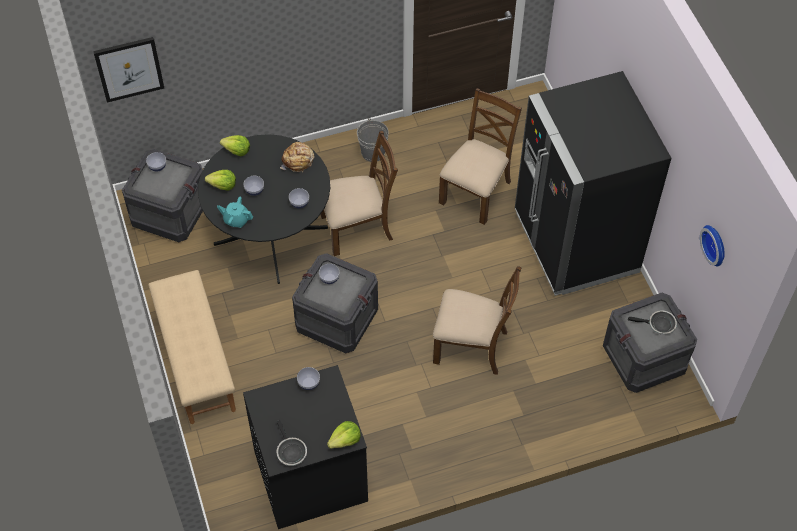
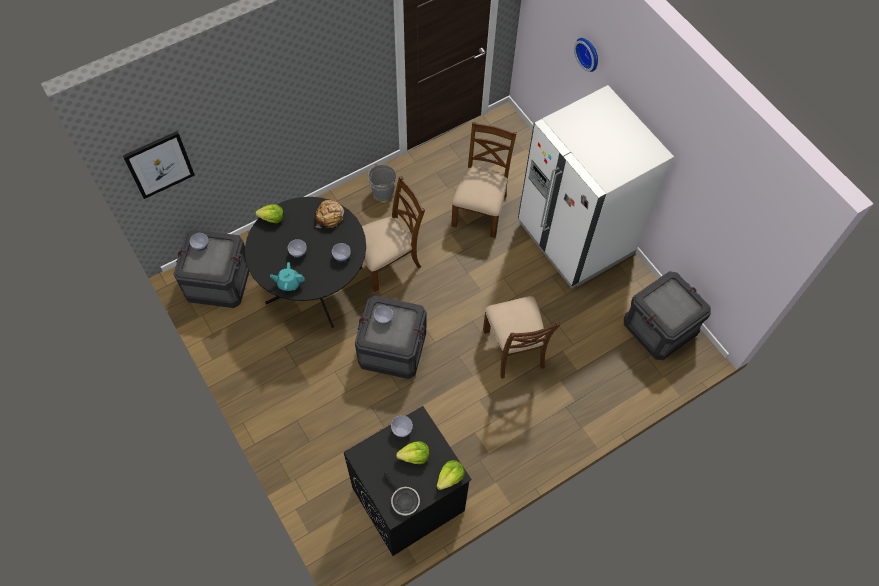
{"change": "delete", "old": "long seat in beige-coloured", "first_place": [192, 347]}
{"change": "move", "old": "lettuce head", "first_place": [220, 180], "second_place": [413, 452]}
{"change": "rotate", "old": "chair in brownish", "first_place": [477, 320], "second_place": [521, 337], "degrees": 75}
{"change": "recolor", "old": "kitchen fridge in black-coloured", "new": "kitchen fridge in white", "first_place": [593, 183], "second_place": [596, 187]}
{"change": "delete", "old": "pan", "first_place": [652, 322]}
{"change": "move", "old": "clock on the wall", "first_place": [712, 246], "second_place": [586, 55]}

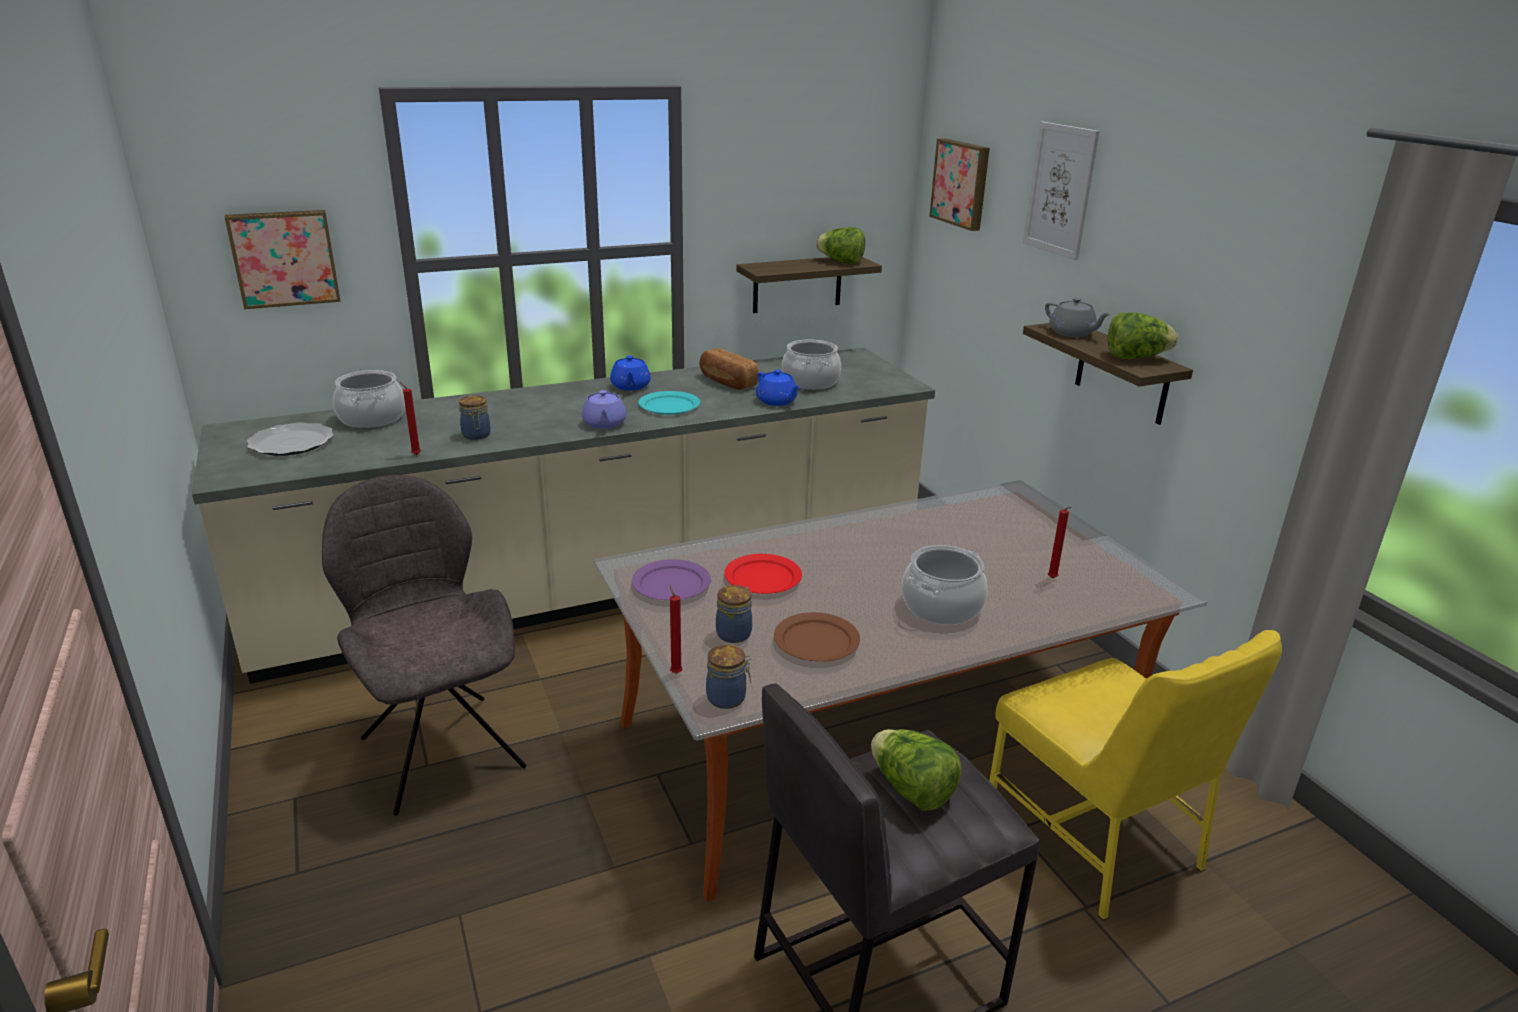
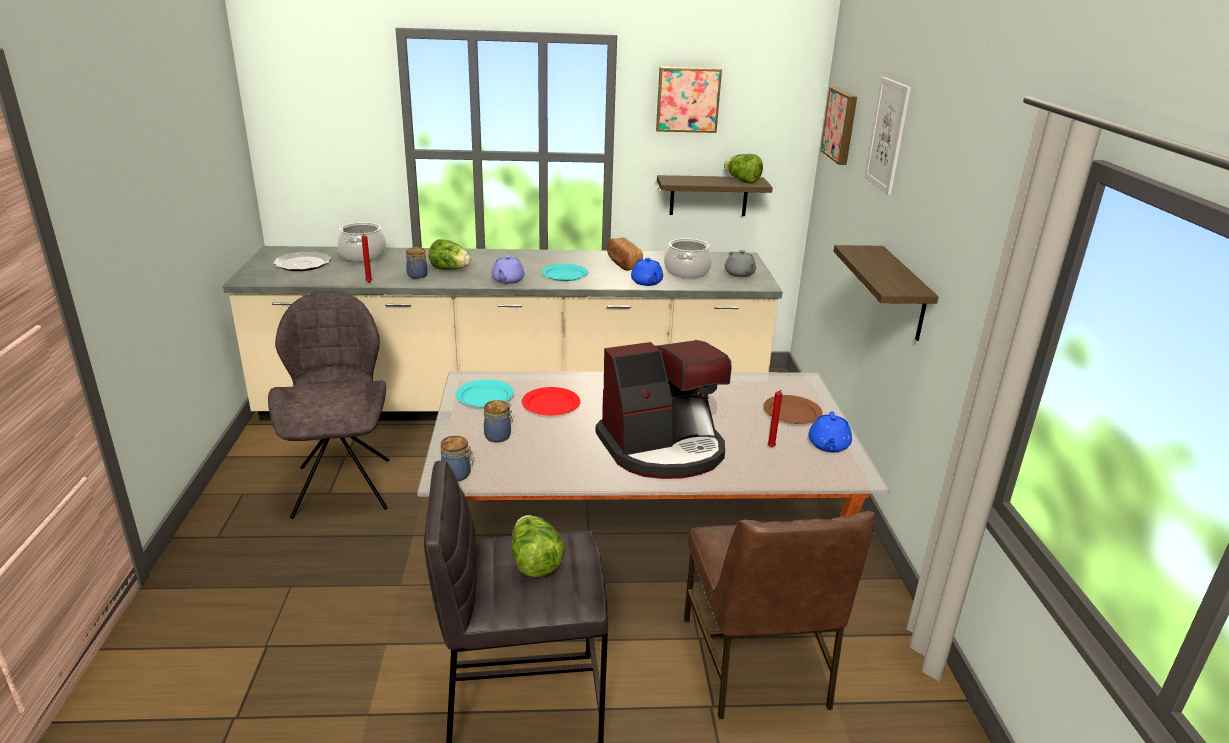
{"change": "move", "old": "wall art", "first_place": [283, 259], "second_place": [689, 100]}
{"change": "move", "old": "pot for tea in blue-coloured", "first_place": [630, 373], "second_place": [830, 431]}
{"change": "recolor", "old": "plate in purplish", "new": "plate in turquoise-coloured", "first_place": [671, 580], "second_place": [485, 393]}
{"change": "delete", "old": "candle in red-coloured", "first_place": [676, 629]}
{"change": "move", "old": "plate in brownish", "first_place": [817, 637], "second_place": [792, 409]}
{"change": "replace", "old": "saucepot", "new": "coffee maker", "first_place": [945, 585], "second_place": [663, 409]}
{"change": "recolor", "old": "chair in yellow-coloured", "new": "chair in brownish", "first_place": [1135, 775], "second_place": [779, 615]}
{"change": "move", "old": "pot for tea in greyish", "first_place": [1078, 317], "second_place": [740, 263]}
{"change": "move", "old": "lettuce head", "first_place": [1143, 336], "second_place": [450, 254]}

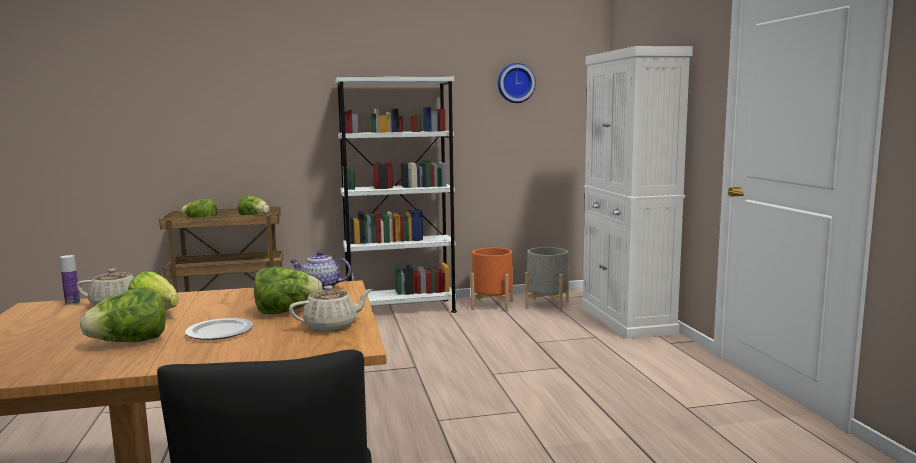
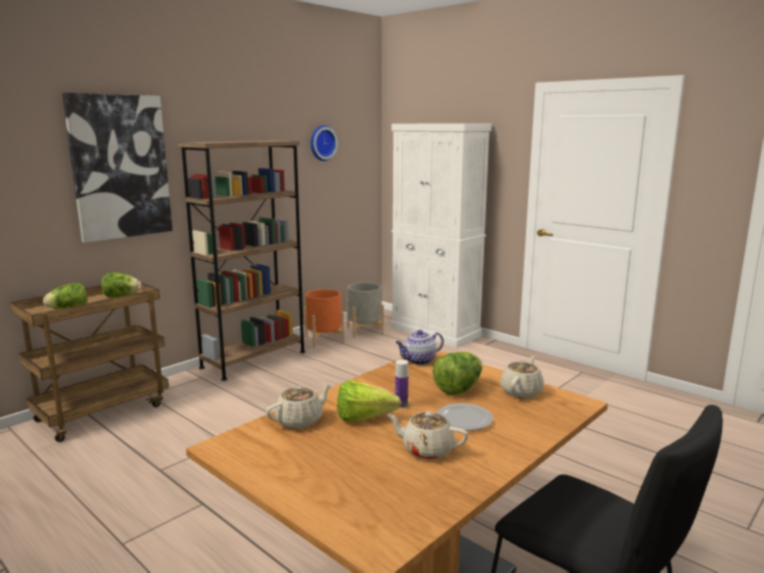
{"change": "move", "old": "beverage bottle", "first_place": [70, 280], "second_place": [401, 384]}
{"change": "replace", "old": "lettuce head", "new": "pot for tea in beige-coloured", "first_place": [123, 314], "second_place": [427, 435]}
{"change": "recolor", "old": "bookshelf in white", "new": "bookshelf in brownish", "first_place": [396, 194], "second_place": [241, 260]}
{"change": "insert", "new": "wall art", "second_place": [117, 168]}

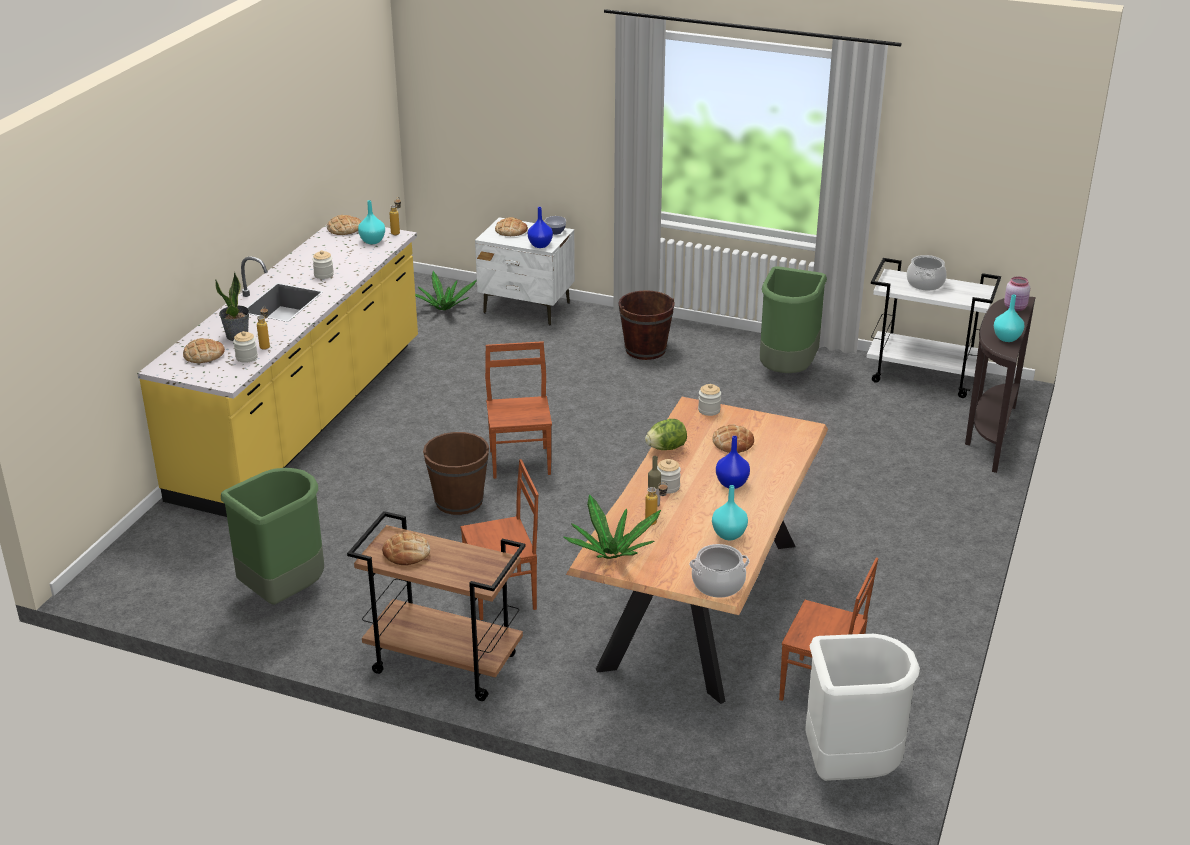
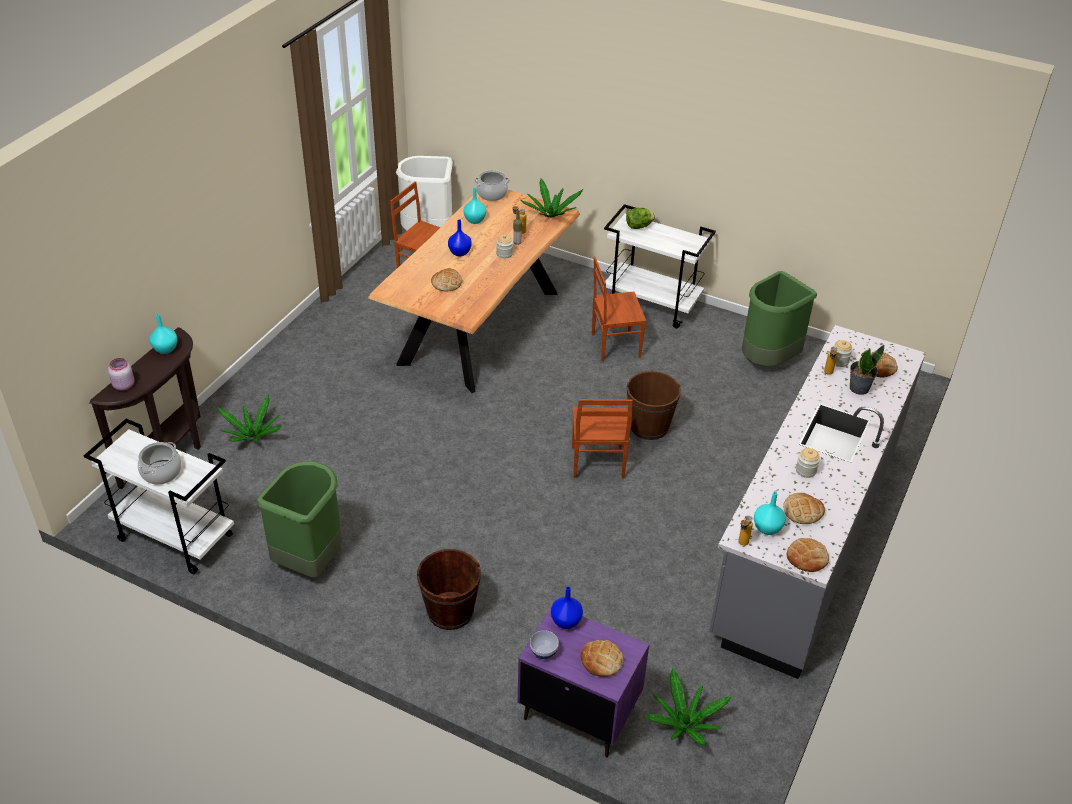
{"change": "recolor", "old": "kitchen base unit in yellow-coloured", "new": "kitchen base unit in greyish", "first_place": [277, 371], "second_place": [817, 502]}
{"change": "recolor", "old": "wheeled cart in brownish", "new": "wheeled cart in white", "first_place": [436, 606], "second_place": [659, 266]}
{"change": "move", "old": "baked bread", "first_place": [406, 548], "second_place": [804, 508]}
{"change": "recolor", "old": "night table in white", "new": "night table in purplish", "first_place": [525, 271], "second_place": [583, 681]}
{"change": "move", "old": "lettuce head", "first_place": [666, 434], "second_place": [640, 218]}
{"change": "delete", "old": "preserve jar", "first_place": [709, 400]}
{"change": "insert", "new": "potted plant", "second_place": [249, 418]}

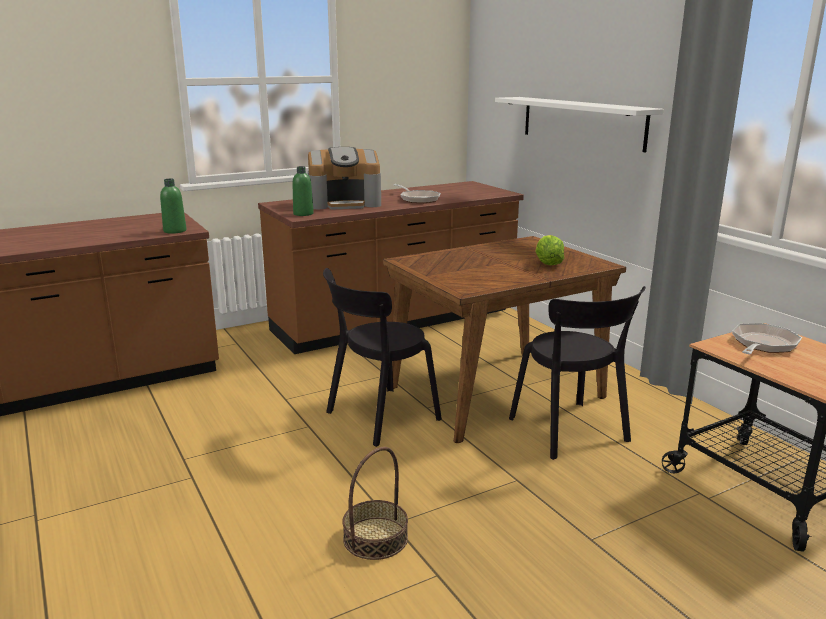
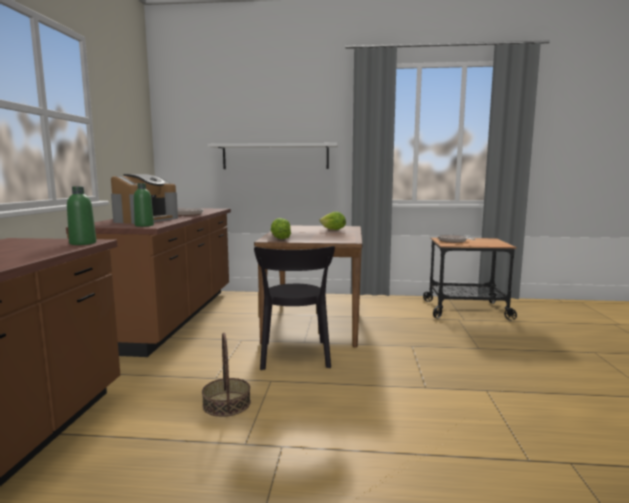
{"change": "move", "old": "household basket", "first_place": [375, 503], "second_place": [226, 374]}
{"change": "delete", "old": "chair in black-coloured", "first_place": [577, 373]}
{"change": "insert", "new": "lettuce head", "second_place": [281, 228]}

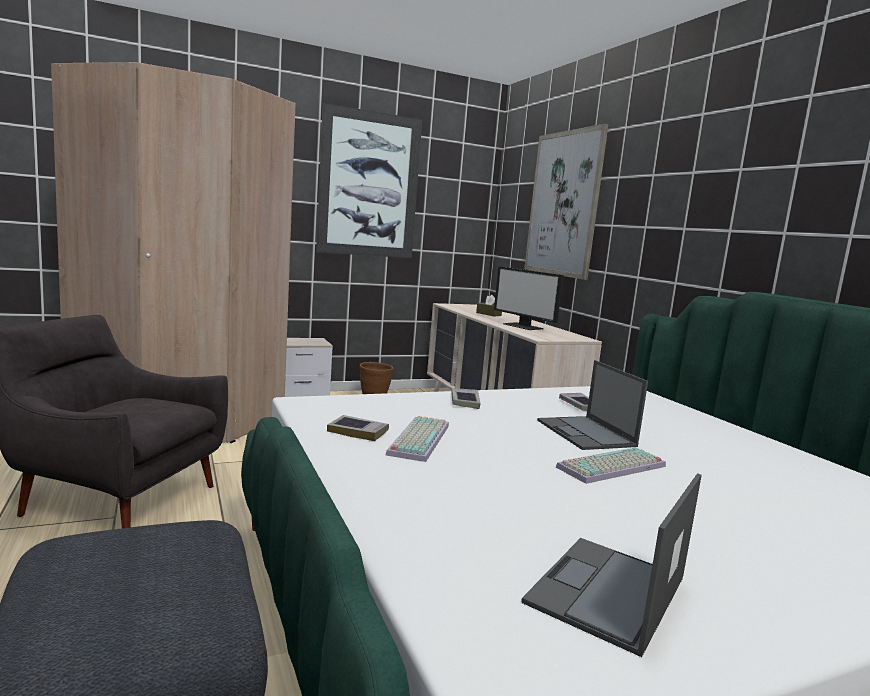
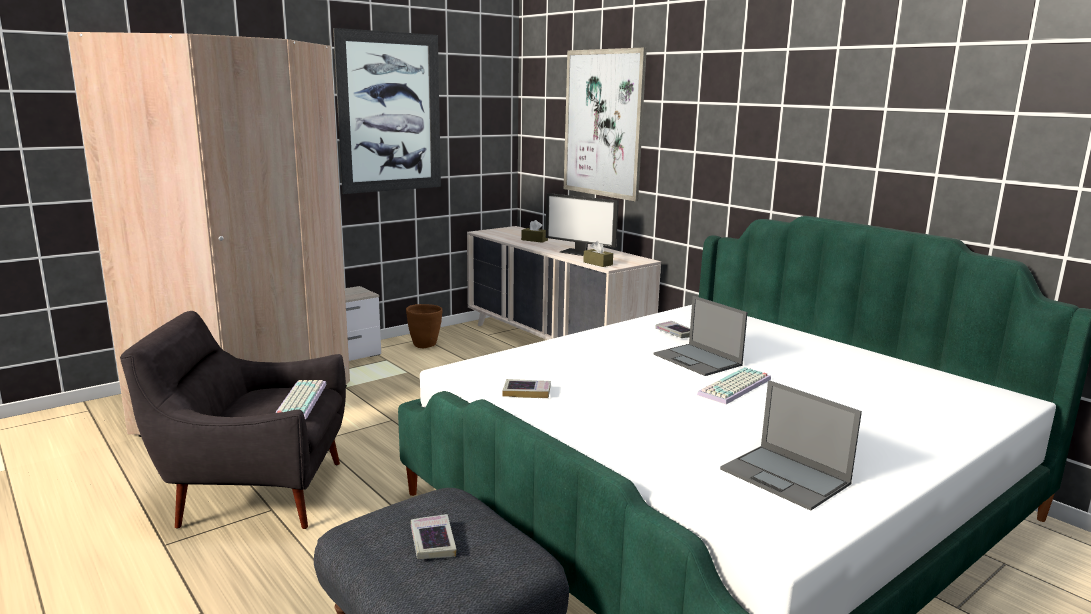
{"change": "move", "old": "PC keyboard", "first_place": [417, 439], "second_place": [301, 399]}
{"change": "move", "old": "book", "first_place": [466, 398], "second_place": [434, 536]}
{"change": "rotate", "old": "laptop", "first_place": [611, 565], "second_place": [791, 445], "degrees": -60}
{"change": "insert", "new": "tissue box in brownish", "second_place": [598, 254]}

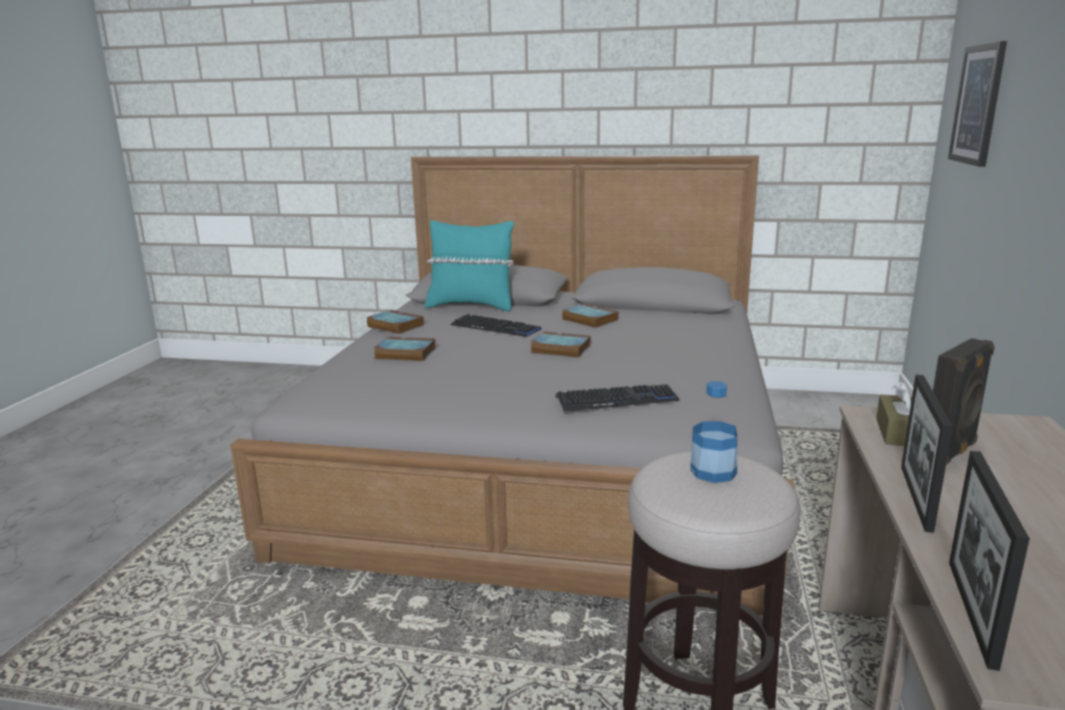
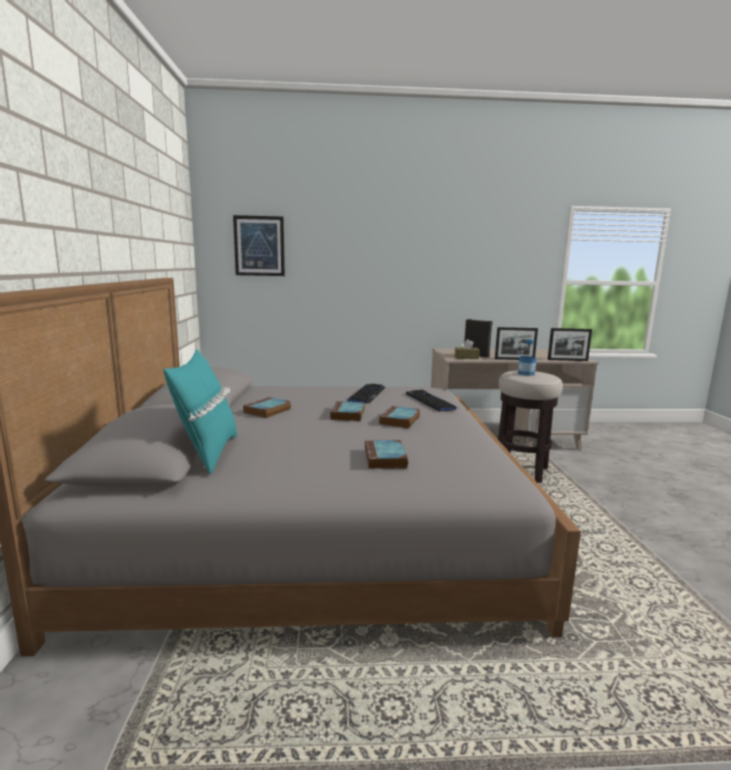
{"change": "move", "old": "book", "first_place": [395, 322], "second_place": [399, 417]}
{"change": "move", "old": "PC keyboard", "first_place": [496, 325], "second_place": [366, 393]}

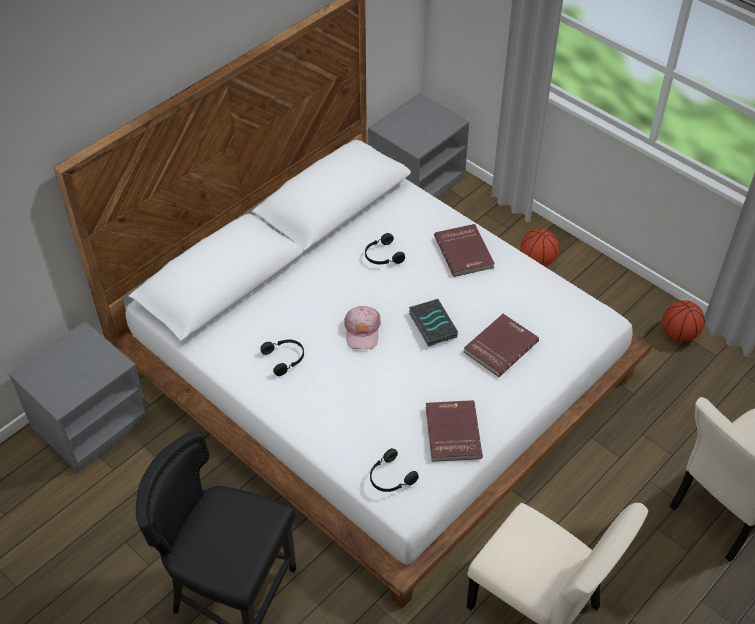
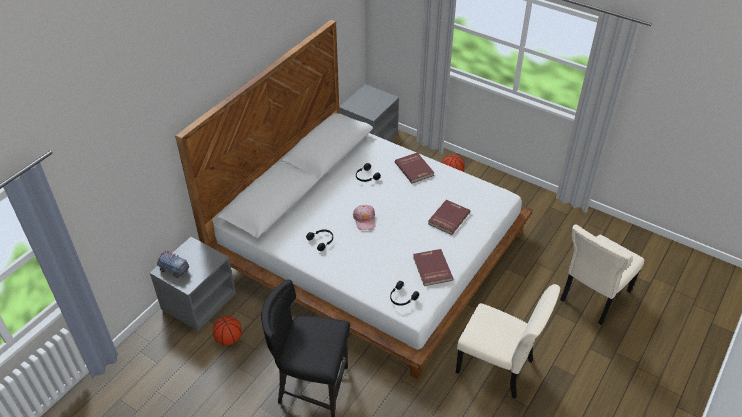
{"change": "delete", "old": "book", "first_place": [433, 323]}
{"change": "move", "old": "basketball ball", "first_place": [684, 320], "second_place": [227, 331]}
{"change": "insert", "new": "toy lorry", "second_place": [173, 264]}

